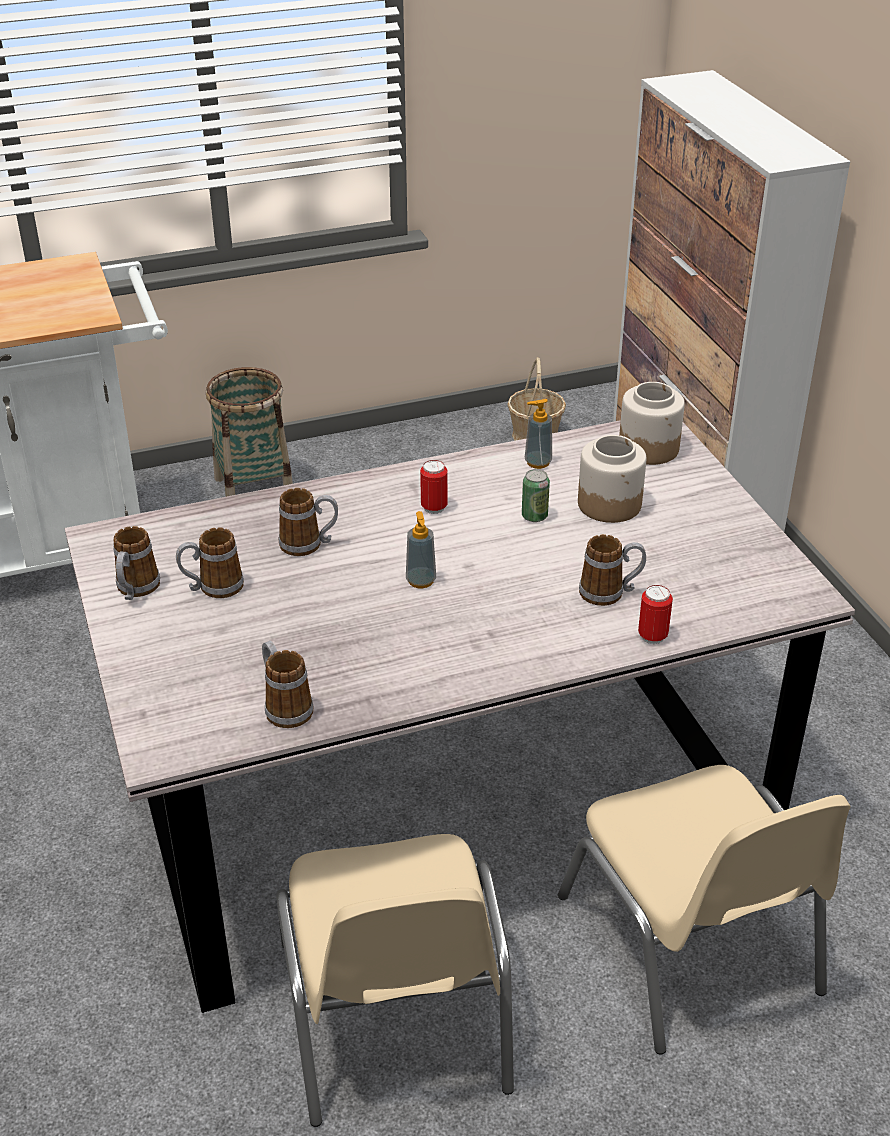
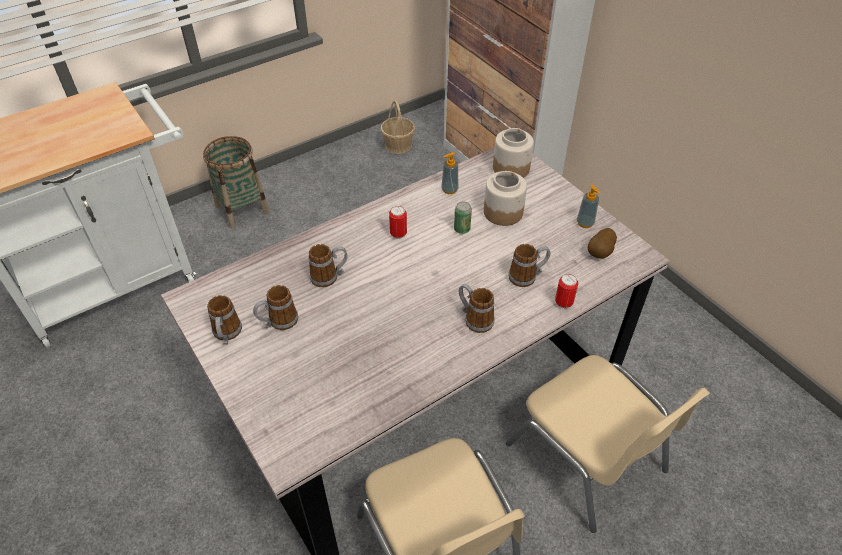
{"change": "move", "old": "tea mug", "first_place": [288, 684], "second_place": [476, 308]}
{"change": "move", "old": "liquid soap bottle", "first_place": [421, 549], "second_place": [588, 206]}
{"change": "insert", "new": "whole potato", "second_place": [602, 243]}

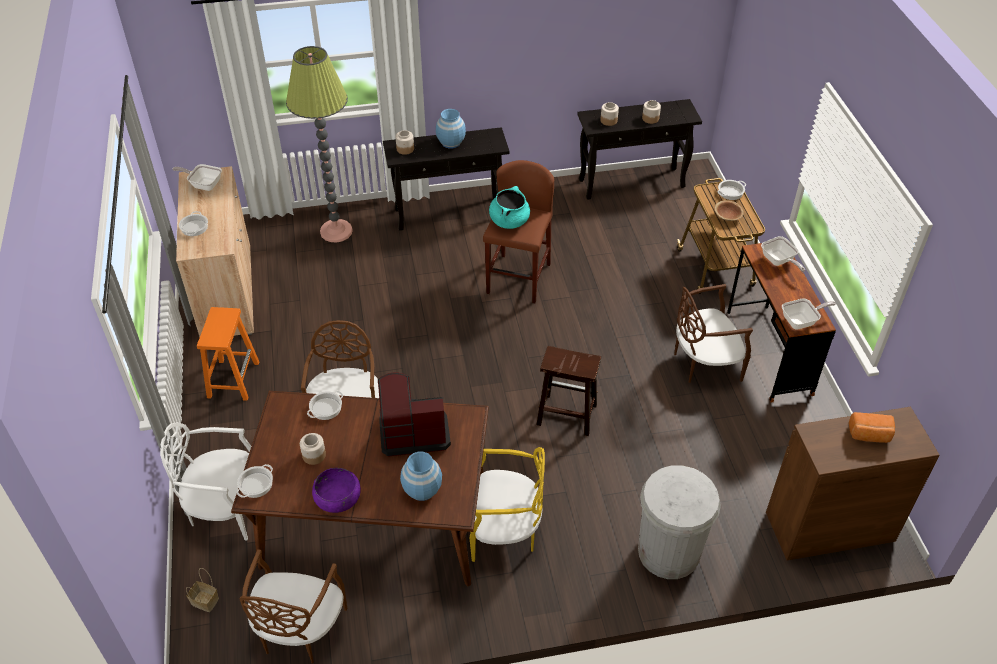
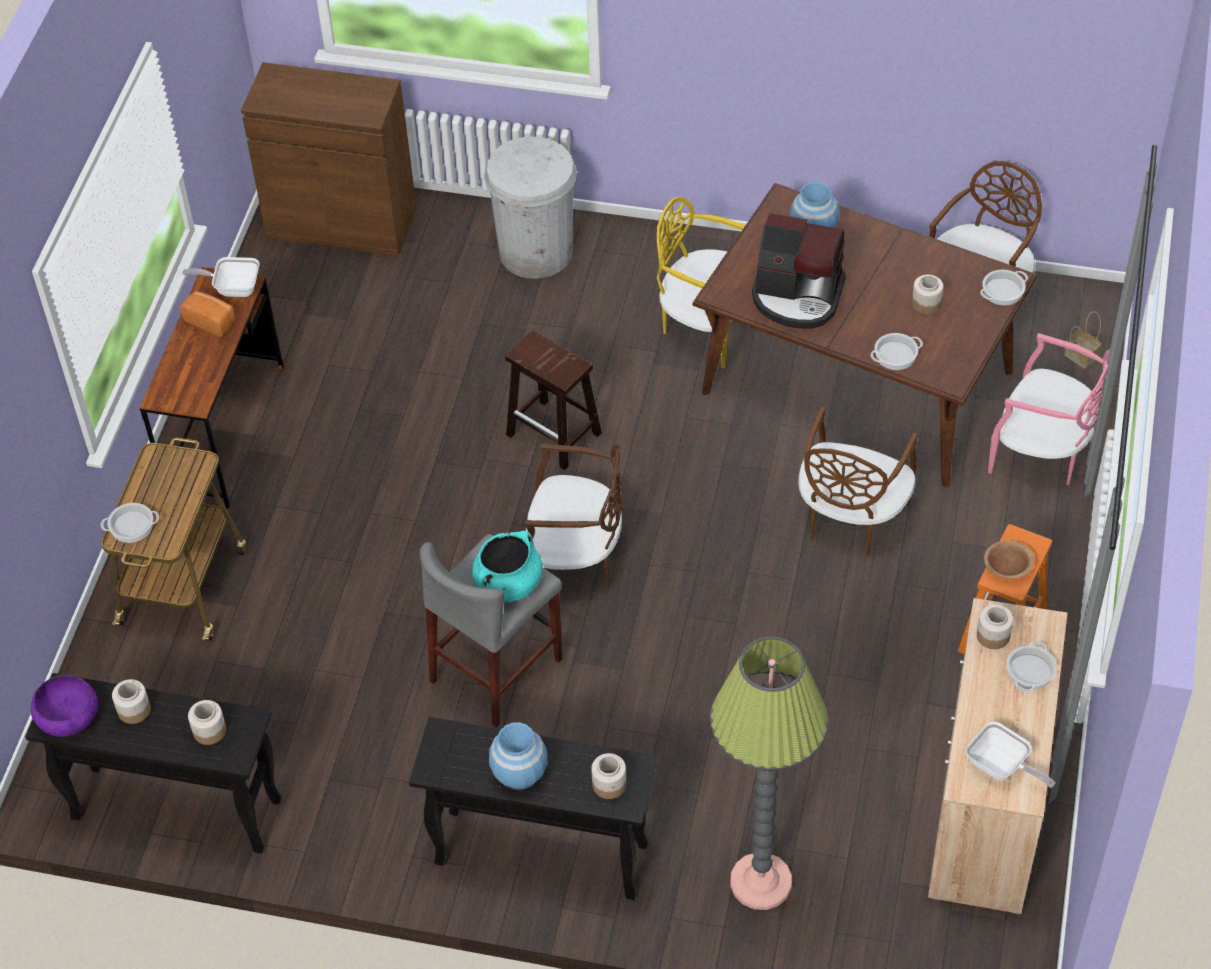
{"change": "recolor", "old": "chair in white", "new": "chair in pink", "first_place": [205, 481], "second_place": [1049, 409]}
{"change": "move", "old": "bowl in purplish", "first_place": [336, 490], "second_place": [64, 706]}
{"change": "recolor", "old": "stool in brownish", "new": "stool in greyish", "first_place": [518, 231], "second_place": [491, 631]}
{"change": "move", "old": "chair in brownish", "first_place": [713, 333], "second_place": [573, 515]}
{"change": "move", "old": "bowl in brownish", "first_place": [729, 210], "second_place": [1009, 559]}
{"change": "delete", "old": "pan", "first_place": [783, 254]}
{"change": "move", "old": "baked bread", "first_place": [872, 427], "second_place": [207, 314]}
{"change": "insert", "new": "preserve jar", "second_place": [995, 626]}

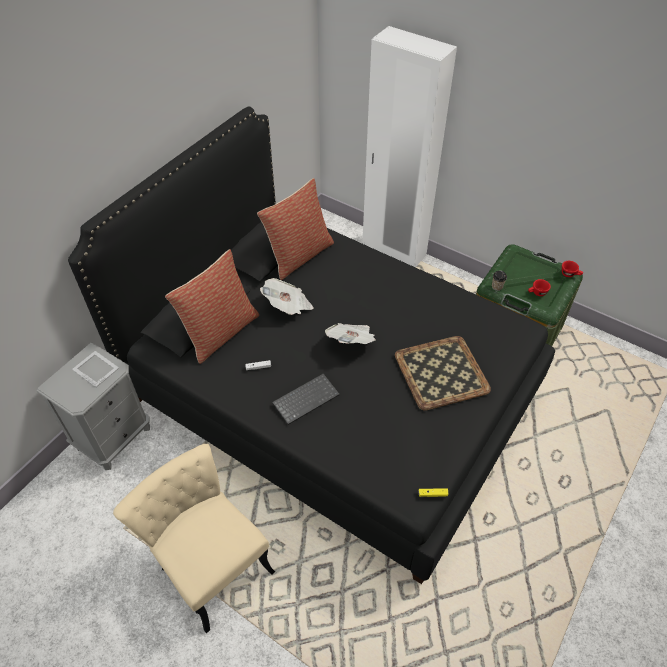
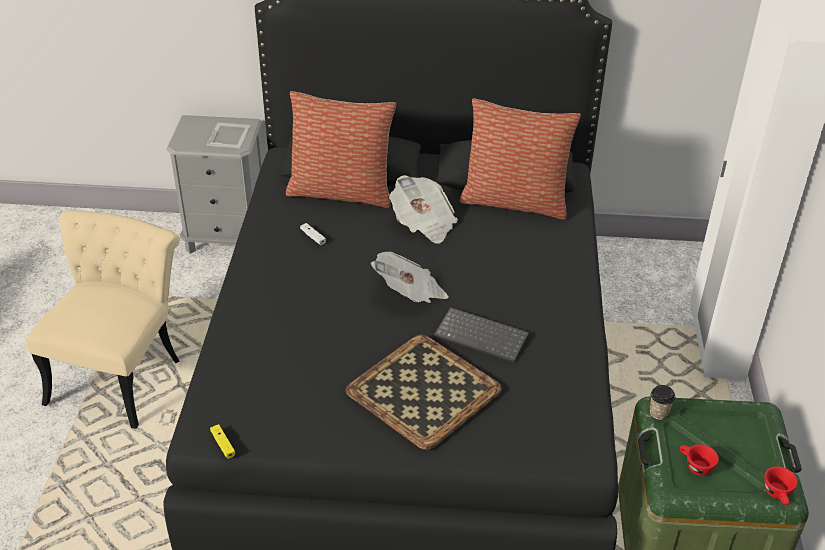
{"change": "move", "old": "PC keyboard", "first_place": [305, 399], "second_place": [481, 335]}

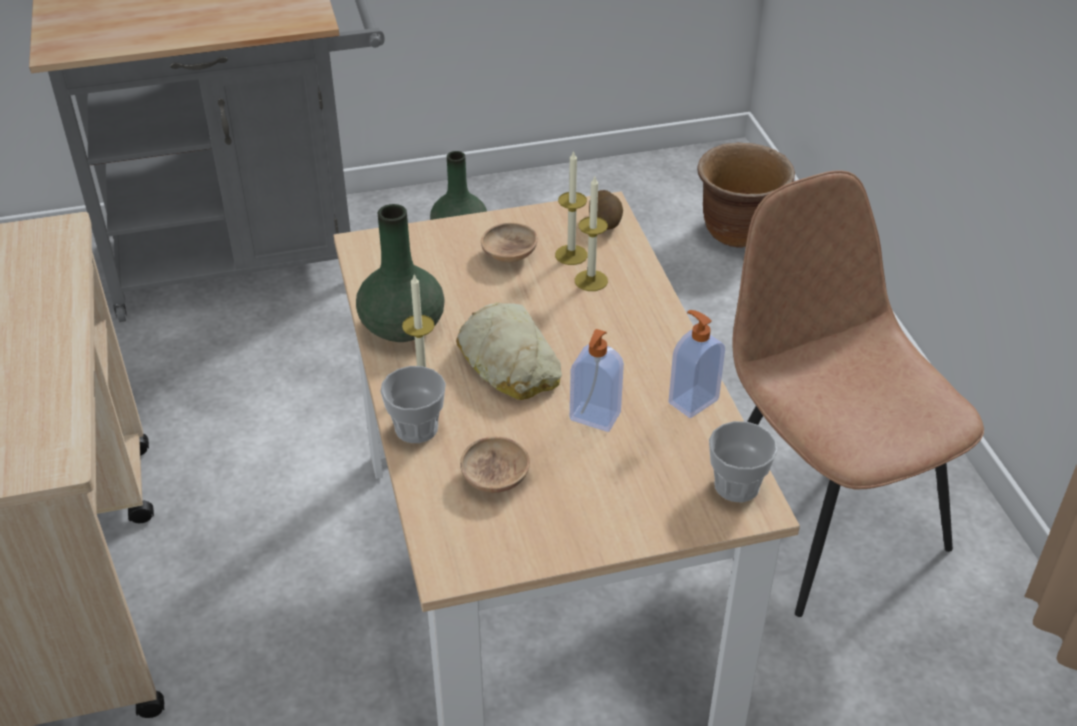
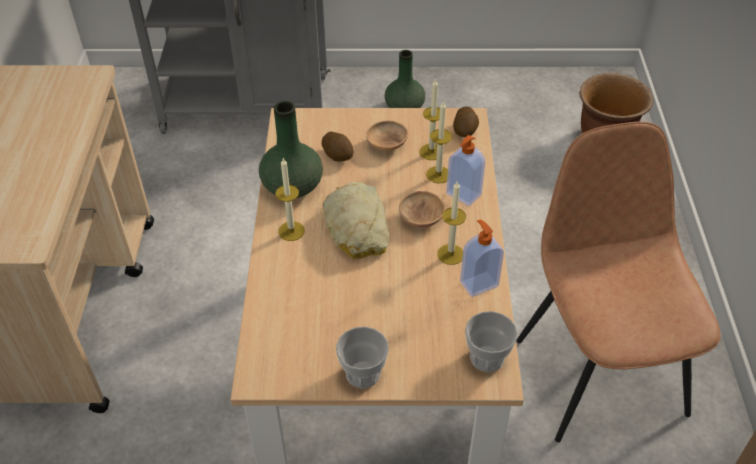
{"change": "move", "old": "small cup", "first_place": [413, 404], "second_place": [362, 357]}
{"change": "move", "old": "bowl in brownish", "first_place": [495, 465], "second_place": [422, 209]}
{"change": "move", "old": "liquid soap bottle", "first_place": [597, 380], "second_place": [465, 170]}
{"change": "insert", "new": "whole potato", "second_place": [338, 147]}
{"change": "insert", "new": "candle", "second_place": [451, 223]}

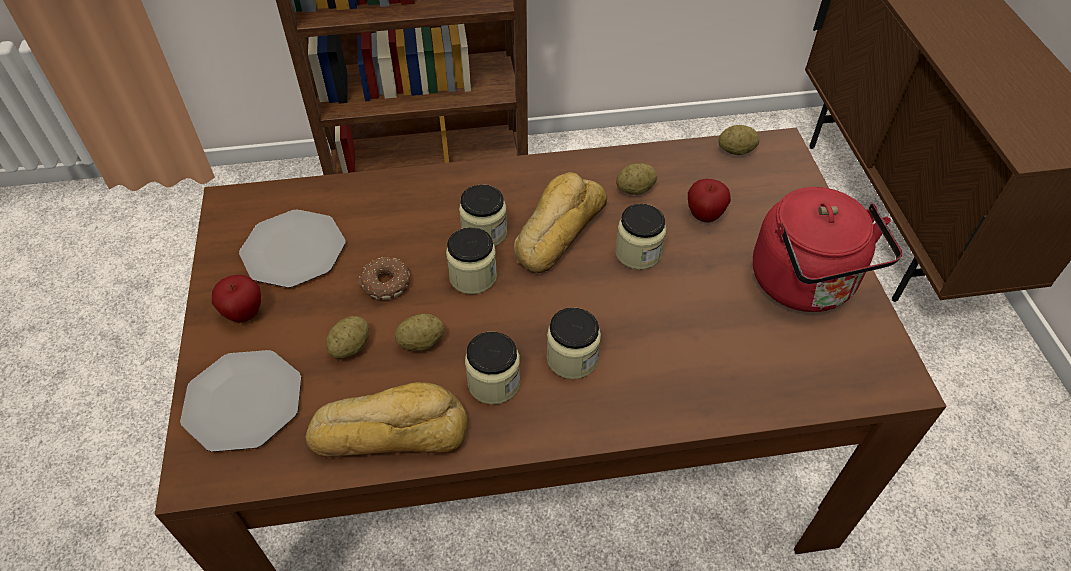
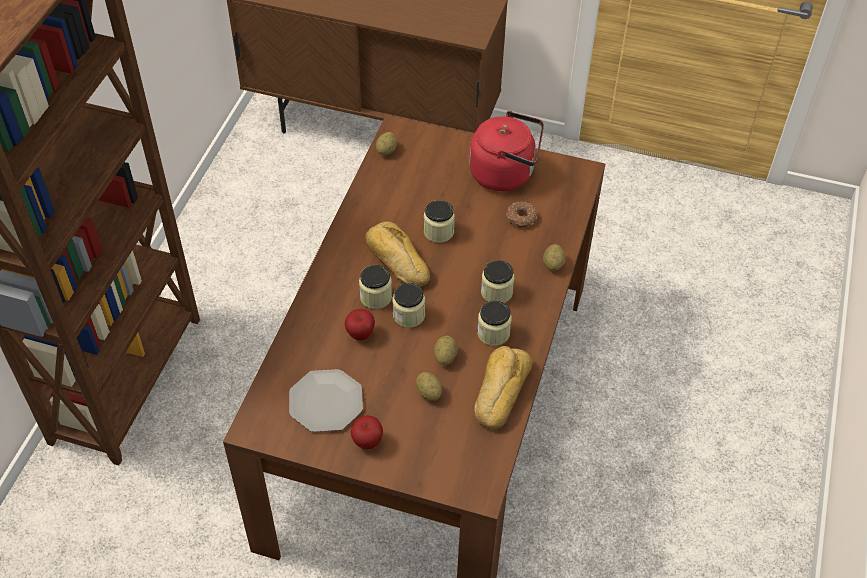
{"change": "delete", "old": "plate", "first_place": [240, 401]}
{"change": "move", "old": "donut", "first_place": [384, 278], "second_place": [521, 215]}
{"change": "move", "old": "whole potato", "first_place": [636, 179], "second_place": [554, 257]}
{"change": "move", "old": "apple", "first_place": [709, 201], "second_place": [359, 324]}

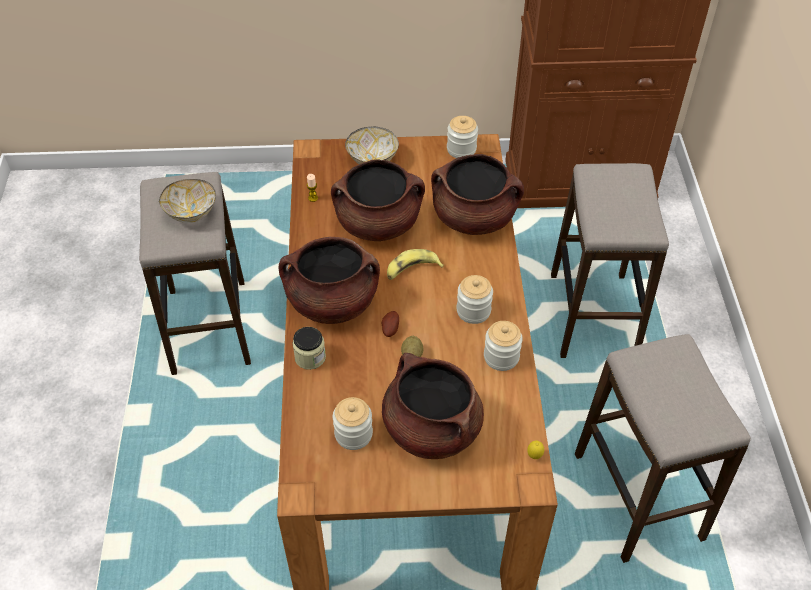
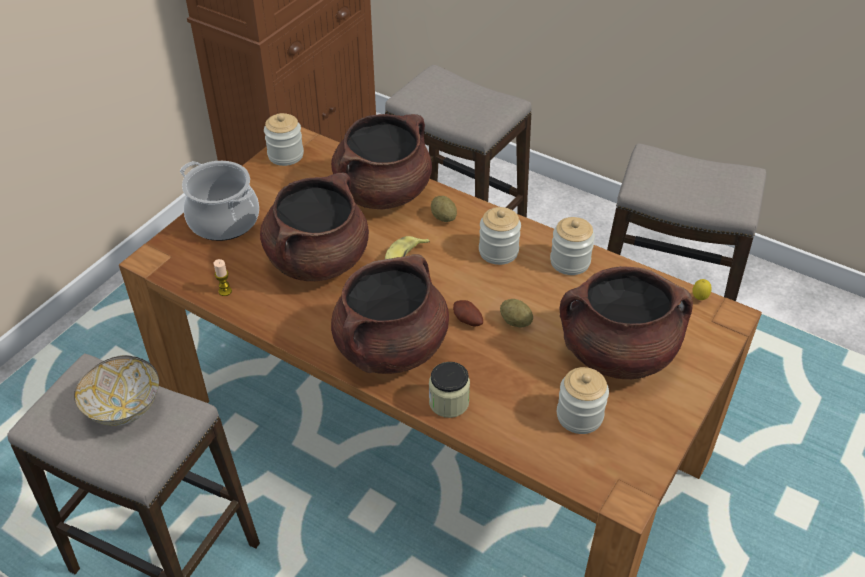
{"change": "replace", "old": "bowl", "new": "saucepot", "first_place": [372, 145], "second_place": [219, 201]}
{"change": "insert", "new": "whole potato", "second_place": [444, 209]}

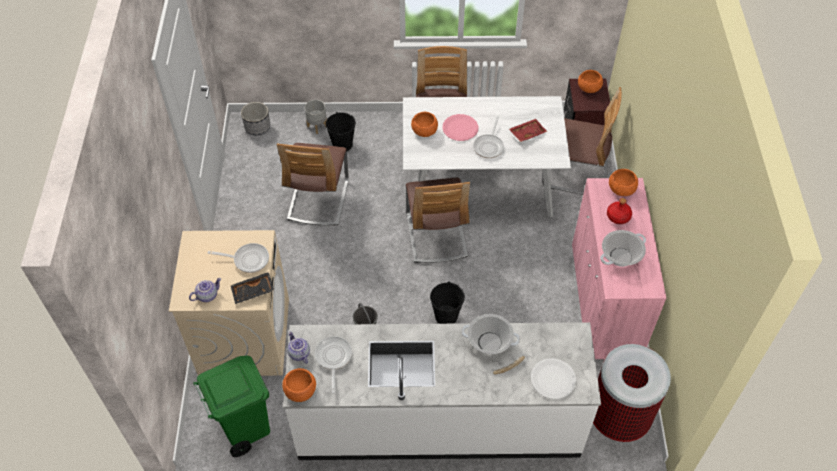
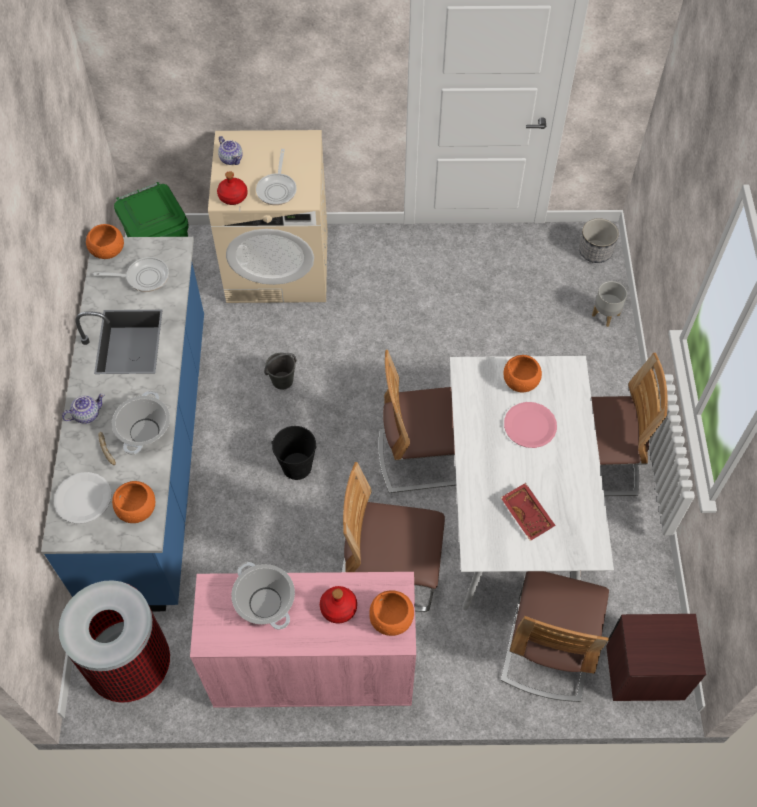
{"change": "replace", "old": "carrying tray in black-coloured", "new": "beverage bottle in red-coloured", "first_place": [252, 288], "second_place": [232, 188]}
{"change": "move", "old": "chair", "first_place": [313, 184], "second_place": [393, 537]}
{"change": "recolor", "old": "kitchen base unit in white", "new": "kitchen base unit in blue-coloured", "first_place": [442, 391], "second_place": [122, 424]}
{"change": "move", "old": "pot for tea", "first_place": [298, 347], "second_place": [83, 409]}
{"change": "delete", "old": "water bucket in black-coloured", "first_place": [341, 131]}
{"change": "delete", "old": "pan", "first_place": [488, 137]}
{"change": "move", "old": "bowl in orange-coloured", "first_place": [590, 81], "second_place": [133, 502]}

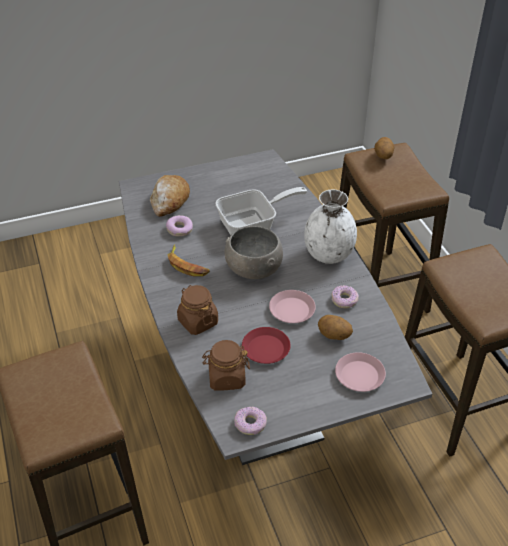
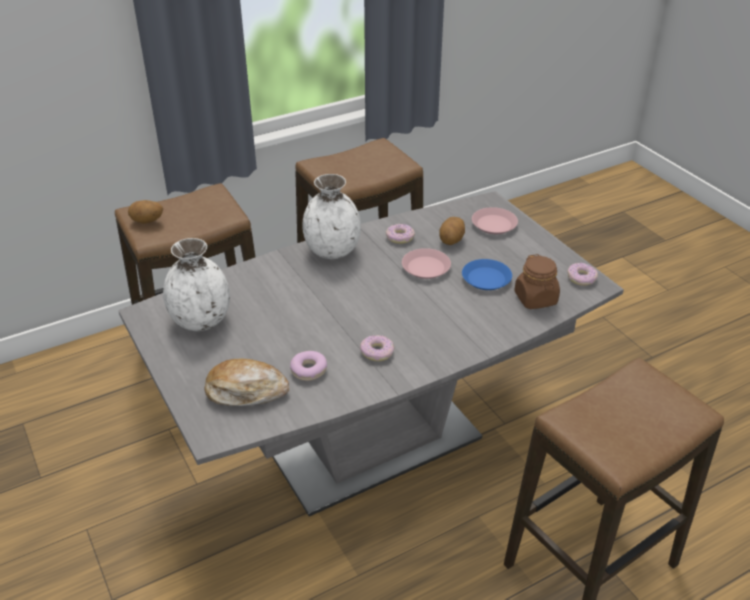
{"change": "replace", "old": "banana", "new": "donut", "first_place": [189, 261], "second_place": [377, 348]}
{"change": "delete", "old": "preserve jar in brownish", "first_place": [197, 310]}
{"change": "delete", "old": "pan", "first_place": [261, 211]}
{"change": "delete", "old": "bowl in greyish", "first_place": [254, 252]}
{"change": "recolor", "old": "plate in red-coloured", "new": "plate in blue-coloured", "first_place": [266, 345], "second_place": [487, 274]}
{"change": "insert", "new": "vase in white", "second_place": [196, 284]}

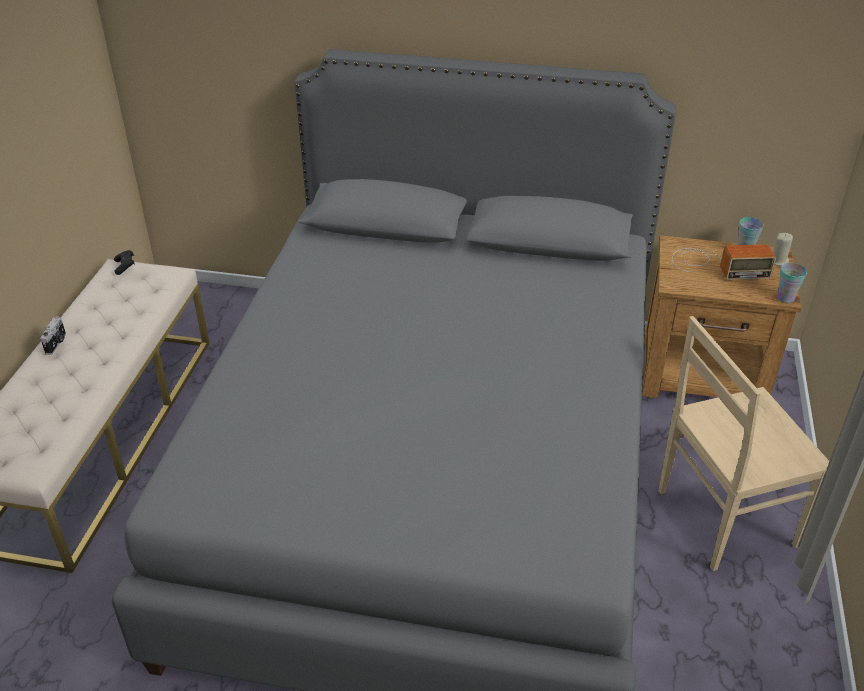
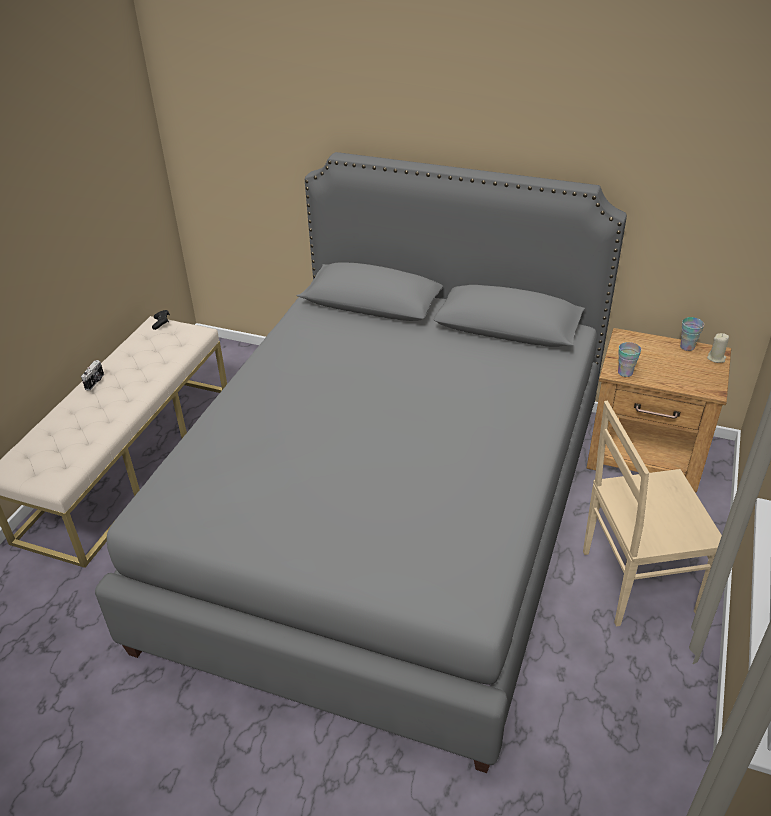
{"change": "delete", "old": "radio", "first_place": [724, 262]}
{"change": "move", "old": "small cup", "first_place": [792, 283], "second_place": [629, 359]}

